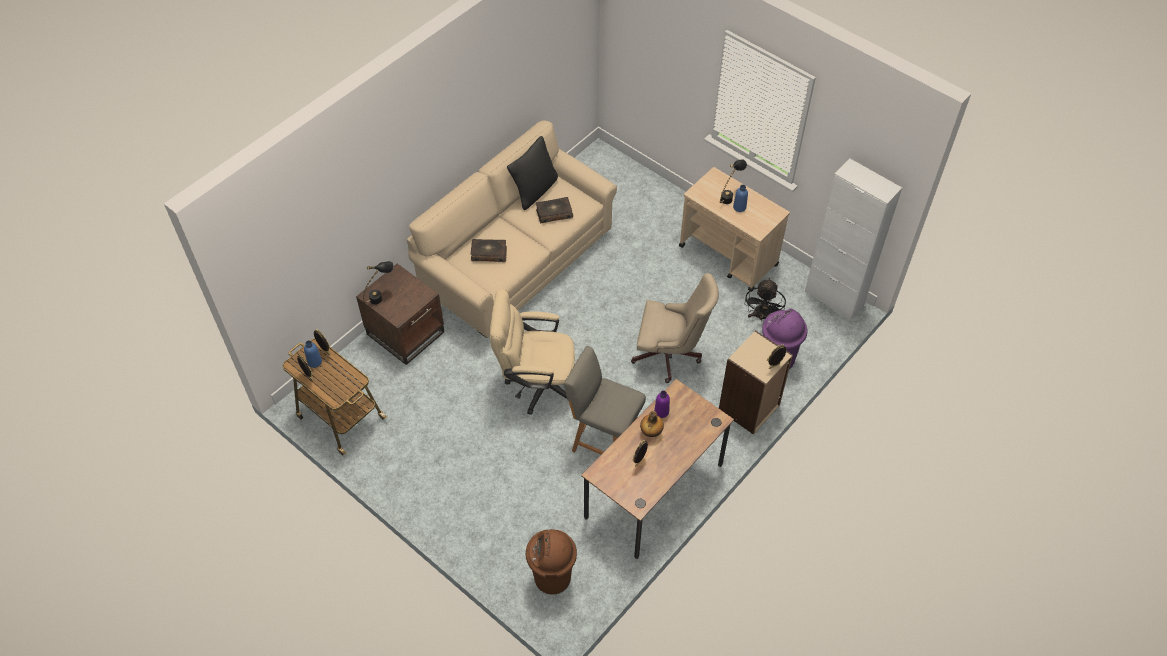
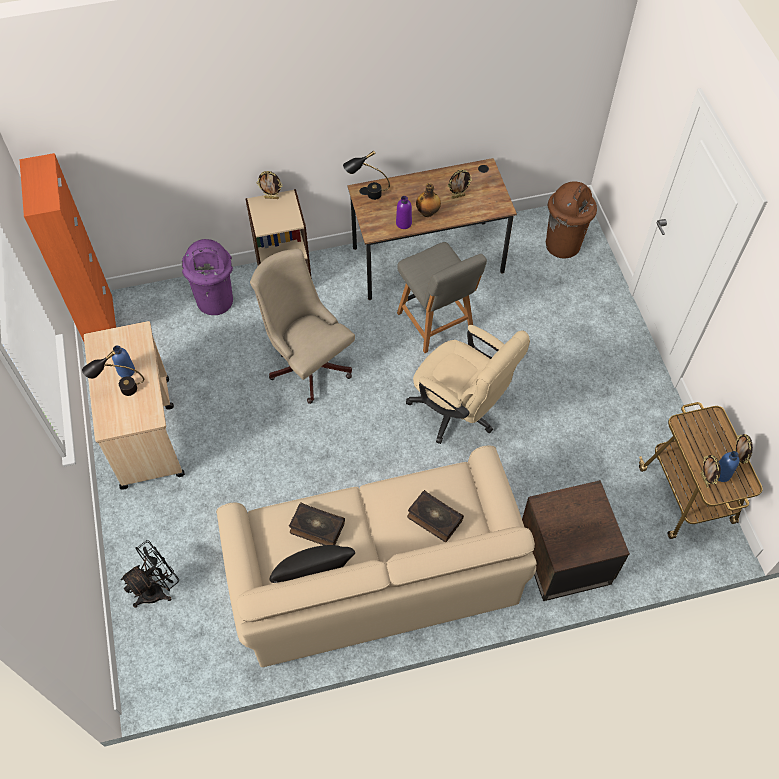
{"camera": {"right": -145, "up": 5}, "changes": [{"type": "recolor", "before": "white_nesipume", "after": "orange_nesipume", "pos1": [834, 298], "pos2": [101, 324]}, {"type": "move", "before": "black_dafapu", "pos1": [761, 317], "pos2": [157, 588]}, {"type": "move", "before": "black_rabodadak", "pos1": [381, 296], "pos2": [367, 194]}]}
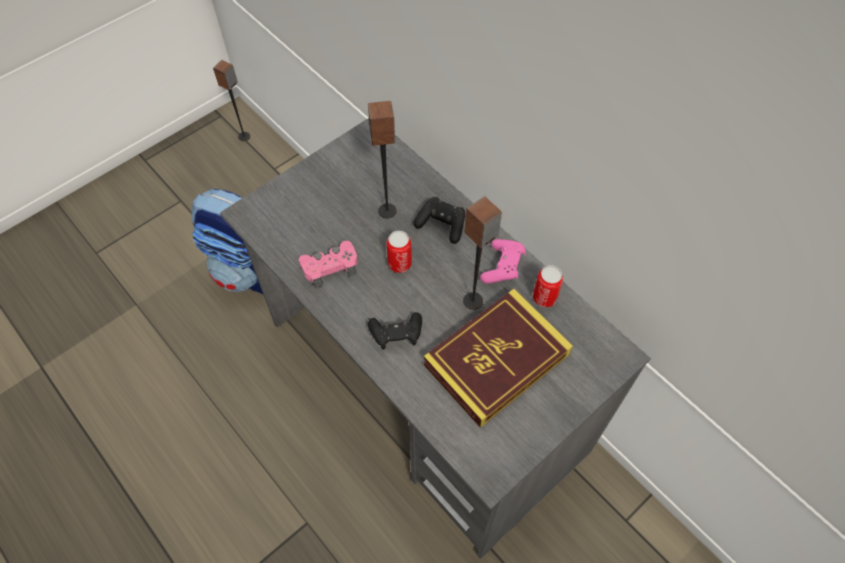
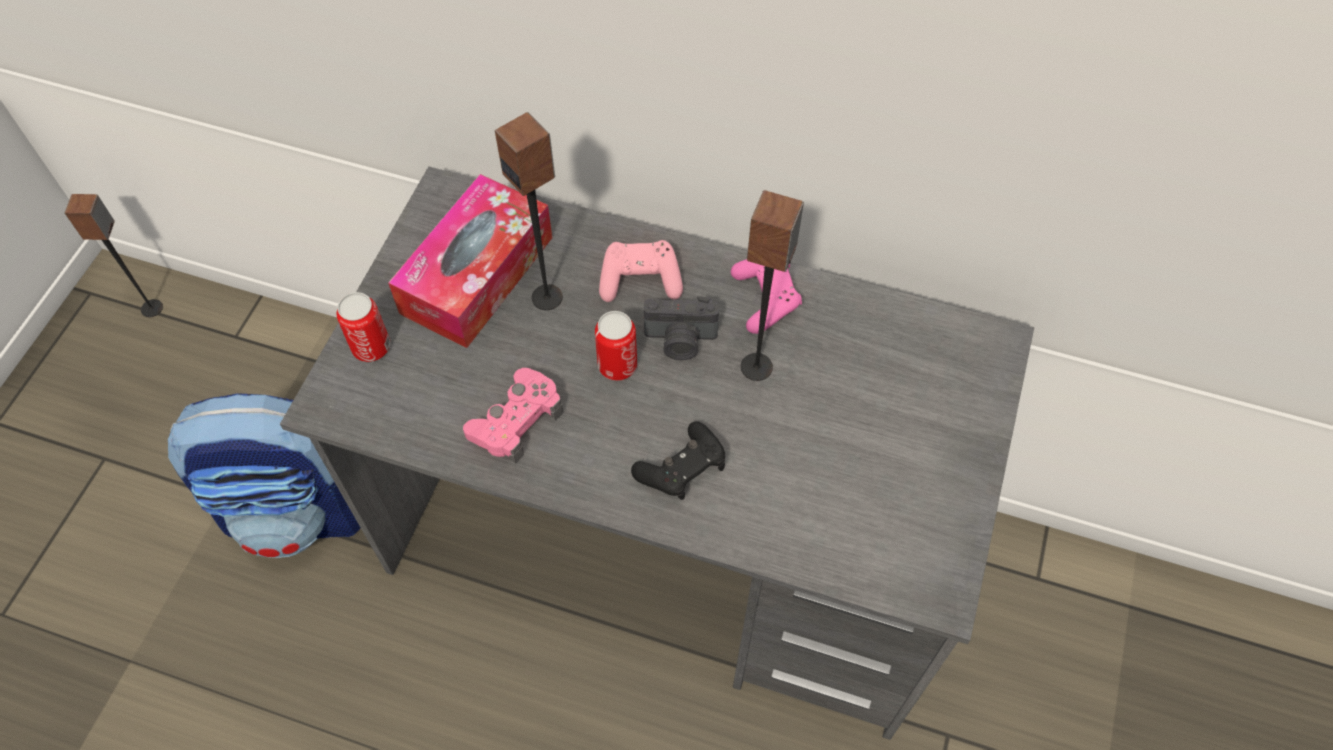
{"camera": {"right": -30, "up": 0}, "changes": [{"type": "move", "before": "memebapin", "pos1": [544, 297], "pos2": [371, 347]}, {"type": "insert", "after": "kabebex", "pos2": [477, 275]}, {"type": "recolor", "before": "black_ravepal", "after": "pink_ravepal", "pos1": [441, 225], "pos2": [640, 280]}, {"type": "insert", "after": "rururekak", "pos2": [680, 341]}, {"type": "delete", "before": "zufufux", "pos1": [496, 359]}]}
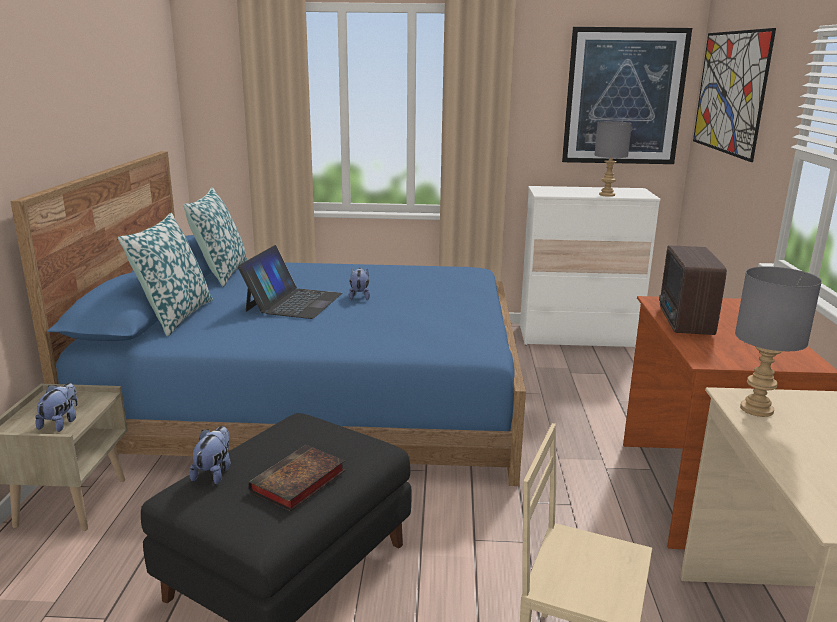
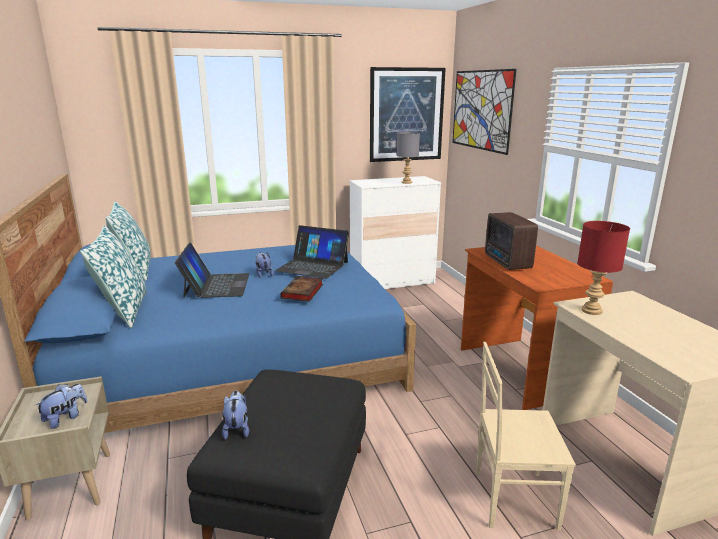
{"camera": {"right": -20, "up": 0}, "changes": [{"type": "rotate", "before": "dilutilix", "pos1": [61, 423], "pos2": [65, 418], "turn": 45}, {"type": "insert", "after": "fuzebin", "pos2": [312, 266]}, {"type": "move", "before": "zufufux", "pos1": [297, 483], "pos2": [302, 292]}, {"type": "recolor", "before": "grey_rabodadak", "after": "red_rabodadak", "pos1": [755, 409], "pos2": [591, 311]}]}
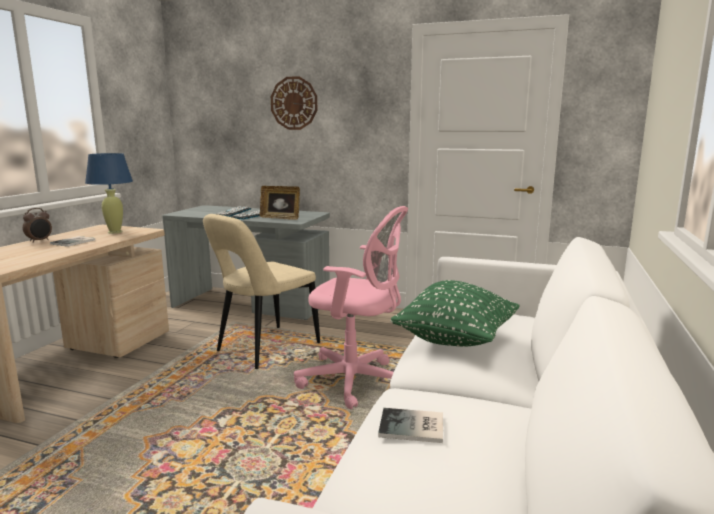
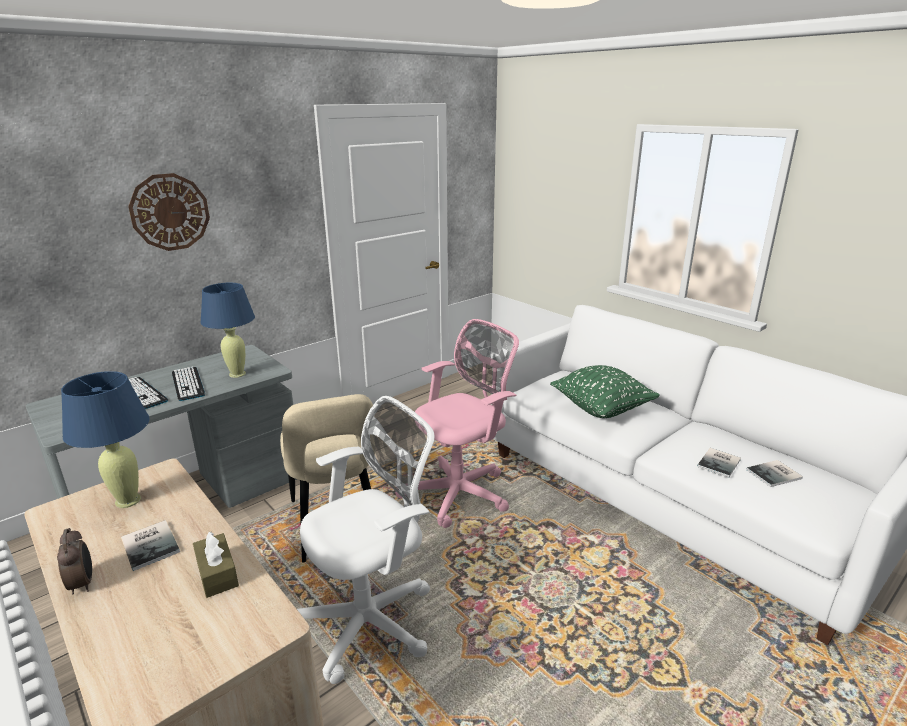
{"camera": {"right": -60, "up": 10}, "changes": [{"type": "insert", "after": "brown_kabebex", "pos2": [217, 573]}, {"type": "replace", "before": "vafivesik", "after": "blue_rabodadak", "pos1": [280, 218], "pos2": [237, 374]}, {"type": "insert", "after": "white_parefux", "pos2": [371, 620]}, {"type": "insert", "after": "zufufux", "pos2": [775, 474]}]}
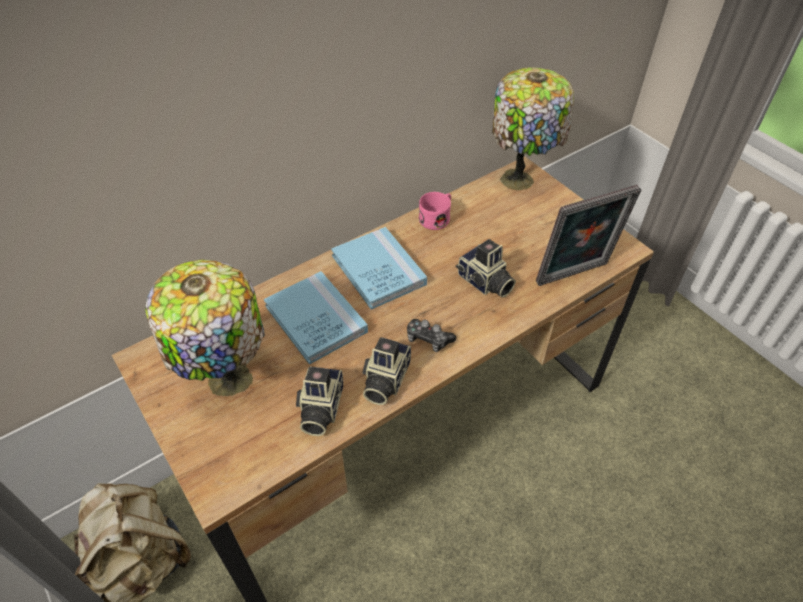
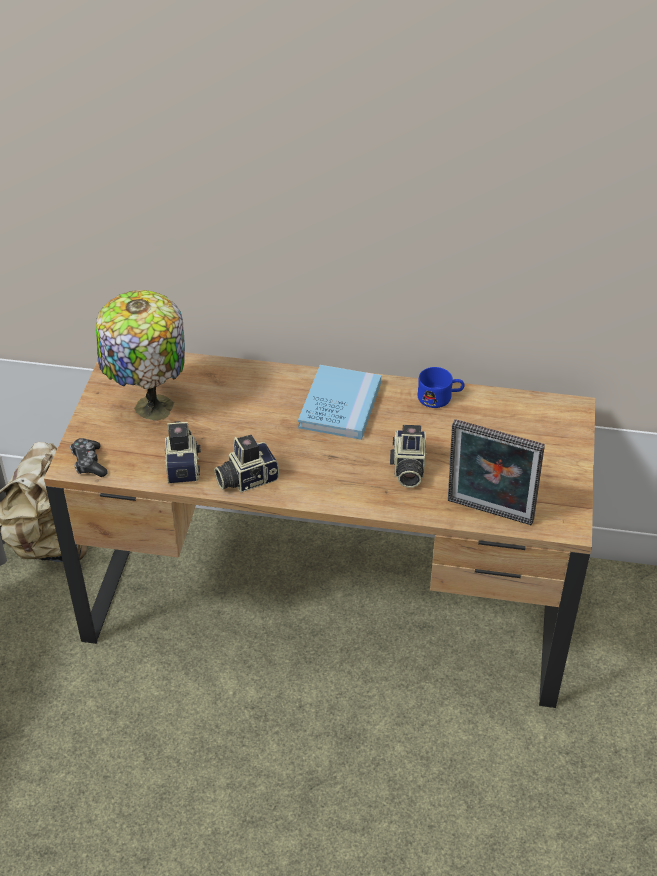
{"camera": {"right": 45, "up": -5}, "changes": [{"type": "move", "before": "ravepal", "pos1": [428, 339], "pos2": [89, 463]}, {"type": "rotate", "before": "rururekak", "pos1": [319, 409], "pos2": [184, 464], "turn": 120}, {"type": "recolor", "before": "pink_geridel", "after": "blue_geridel", "pos1": [437, 217], "pos2": [440, 397]}, {"type": "delete", "before": "blue_zufufux", "pos1": [316, 319]}, {"type": "delete", "before": "rabodadak", "pos1": [520, 179]}]}
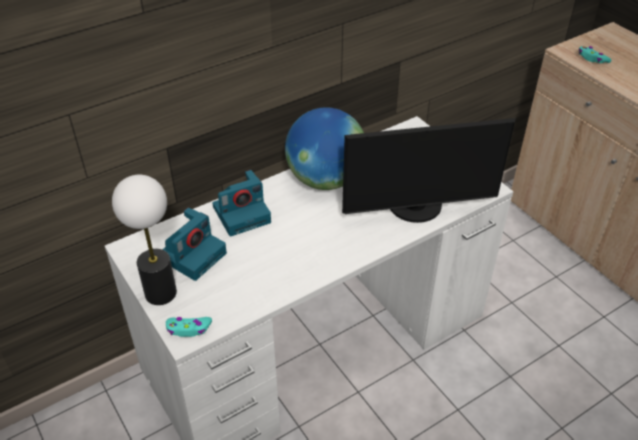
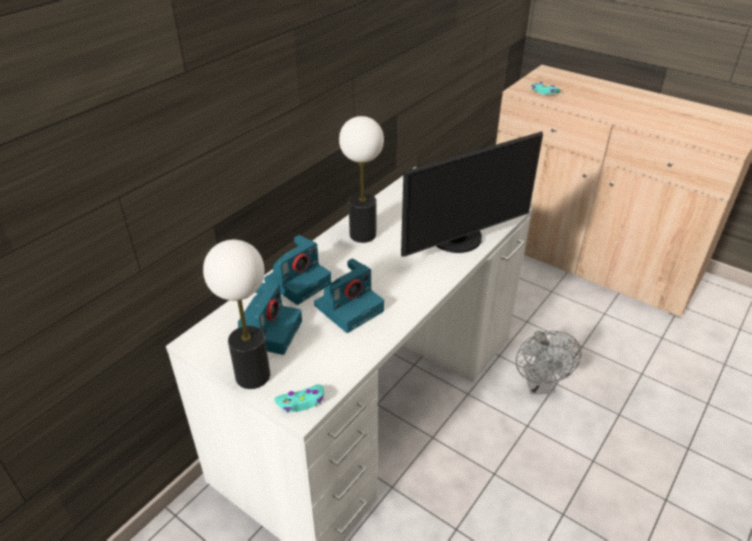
{"camera": {"right": -20, "up": -5}, "changes": [{"type": "insert", "after": "rururekak", "pos2": [349, 307]}, {"type": "replace", "before": "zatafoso", "after": "rabodadak", "pos1": [325, 179], "pos2": [362, 235]}, {"type": "insert", "after": "grey_dafapu", "pos2": [539, 386]}]}
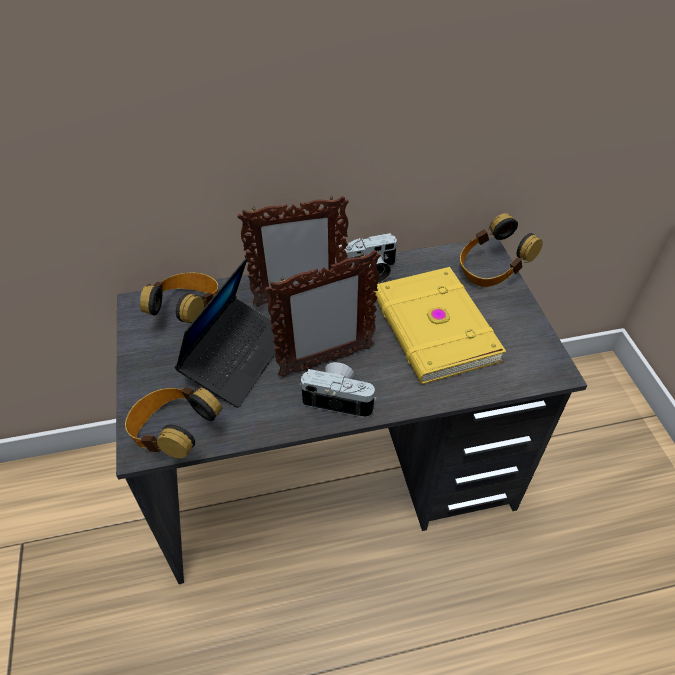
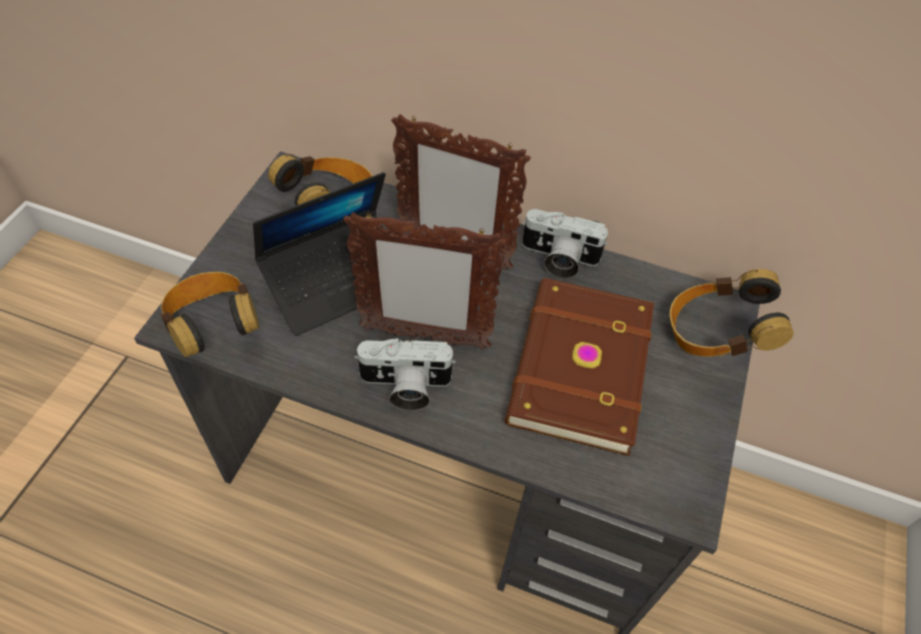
{"camera": {"right": 30, "up": 5}, "changes": [{"type": "rotate", "before": "rururekak", "pos1": [339, 398], "pos2": [404, 387], "turn": 135}, {"type": "recolor", "before": "yellow_zufufux", "after": "brown_zufufux", "pos1": [432, 329], "pos2": [576, 367]}]}
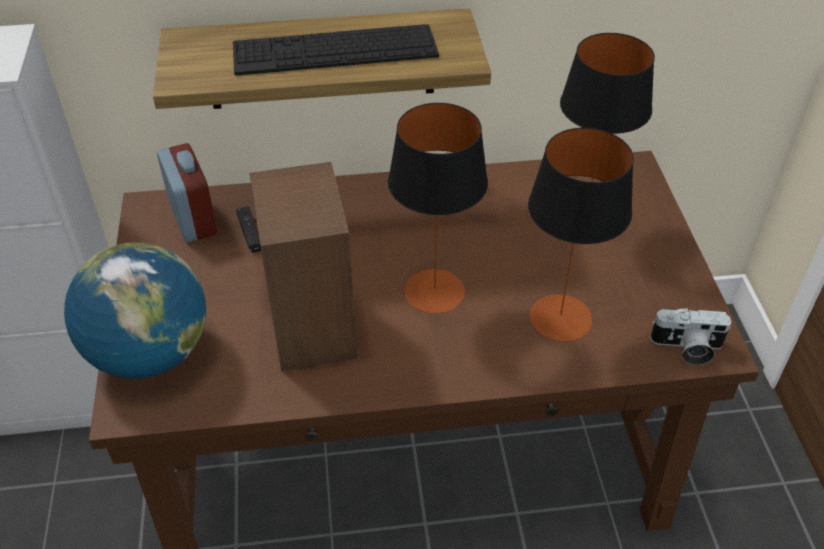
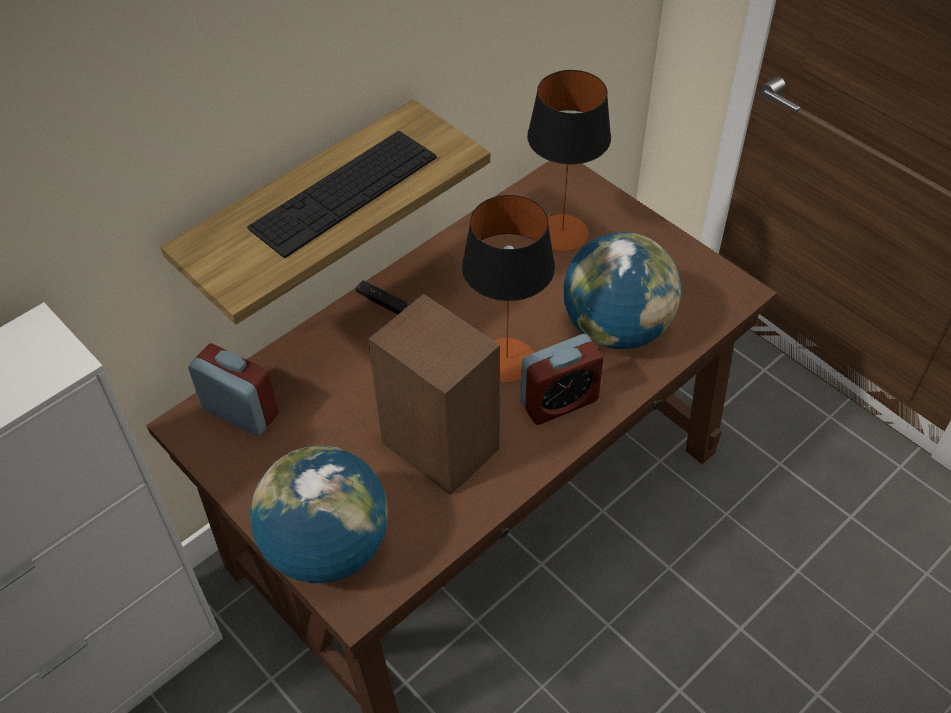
{"camera": {"right": -35, "up": 5}, "changes": [{"type": "move", "before": "black_ravepal", "pos1": [250, 234], "pos2": [381, 302]}, {"type": "insert", "after": "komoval", "pos2": [559, 402]}, {"type": "replace", "before": "rabodadak", "after": "zatafoso", "pos1": [560, 318], "pos2": [616, 328]}, {"type": "delete", "before": "rururekak", "pos1": [687, 348]}]}
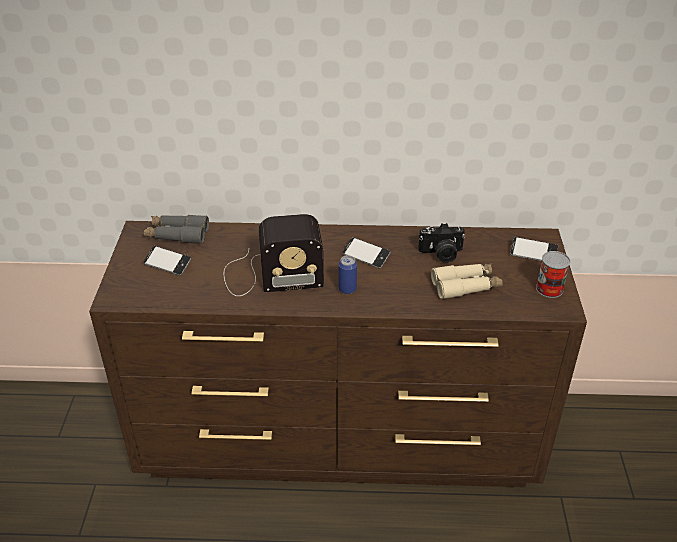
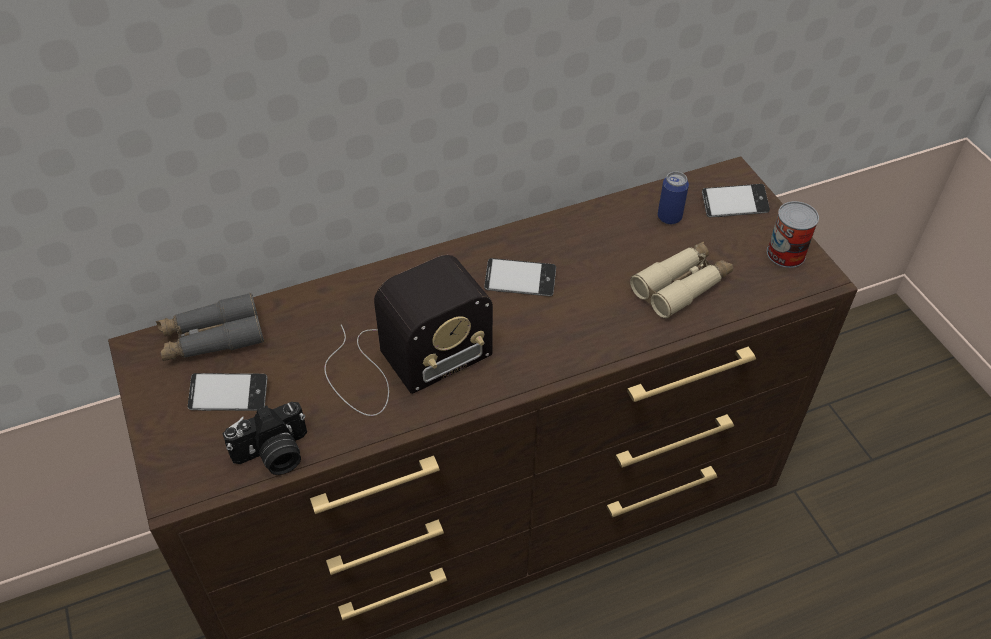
{"camera": {"right": -25, "up": 10}, "changes": [{"type": "move", "before": "rururekak", "pos1": [441, 254], "pos2": [274, 455]}, {"type": "move", "before": "memebapin", "pos1": [347, 289], "pos2": [669, 217]}]}
